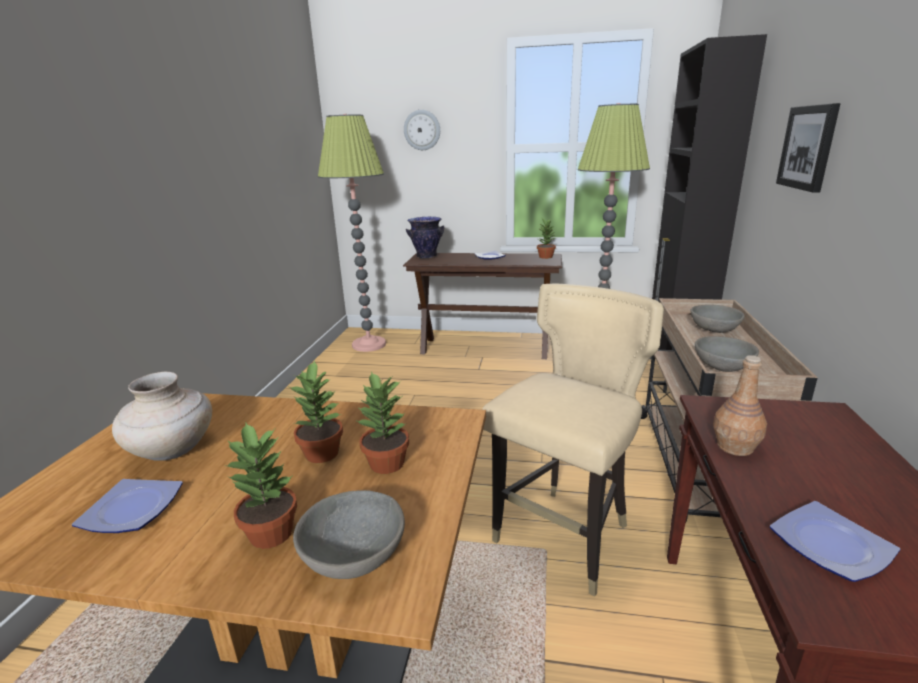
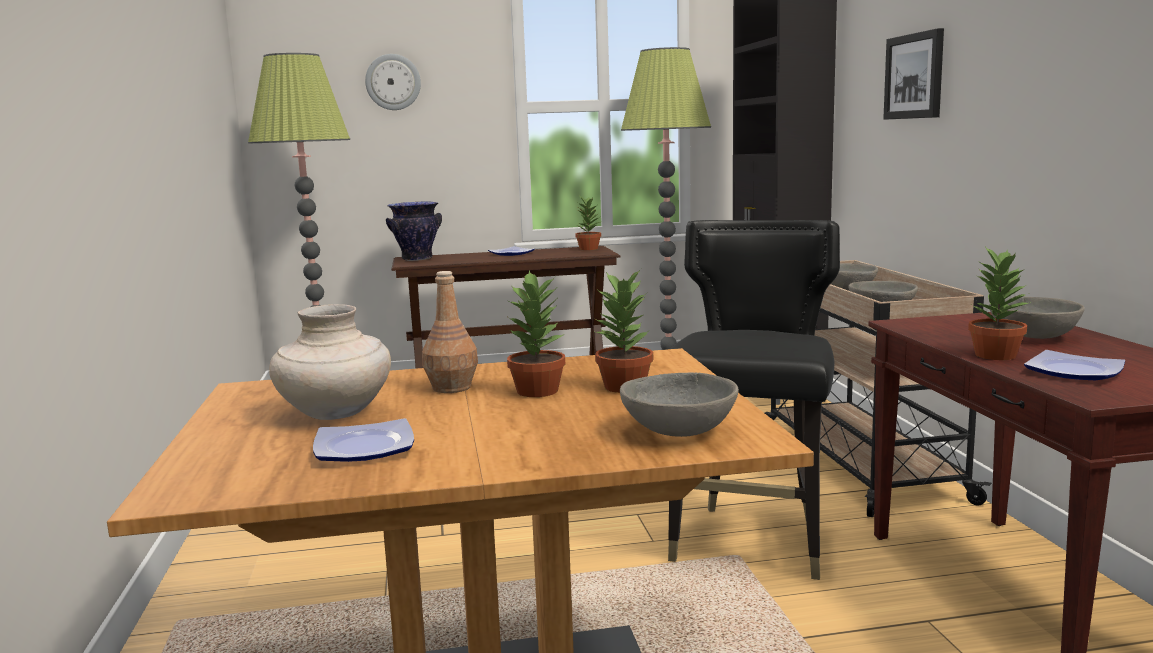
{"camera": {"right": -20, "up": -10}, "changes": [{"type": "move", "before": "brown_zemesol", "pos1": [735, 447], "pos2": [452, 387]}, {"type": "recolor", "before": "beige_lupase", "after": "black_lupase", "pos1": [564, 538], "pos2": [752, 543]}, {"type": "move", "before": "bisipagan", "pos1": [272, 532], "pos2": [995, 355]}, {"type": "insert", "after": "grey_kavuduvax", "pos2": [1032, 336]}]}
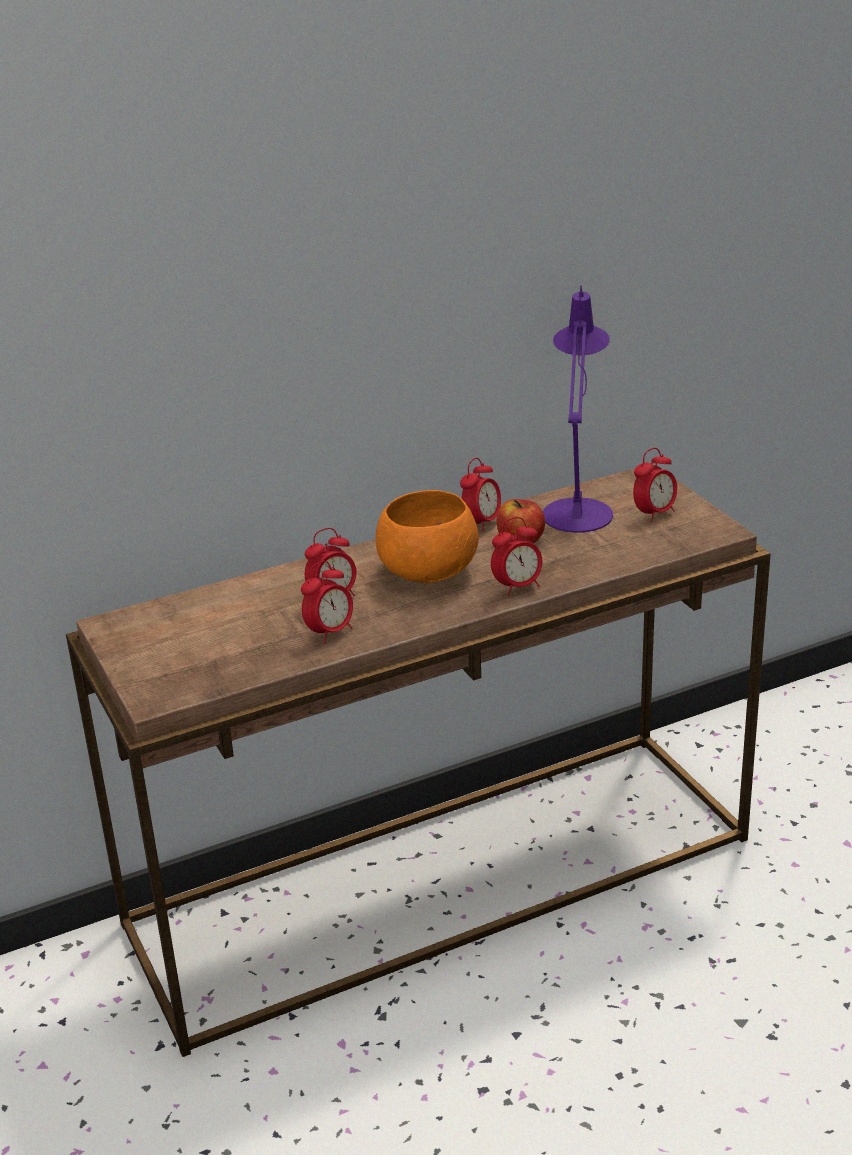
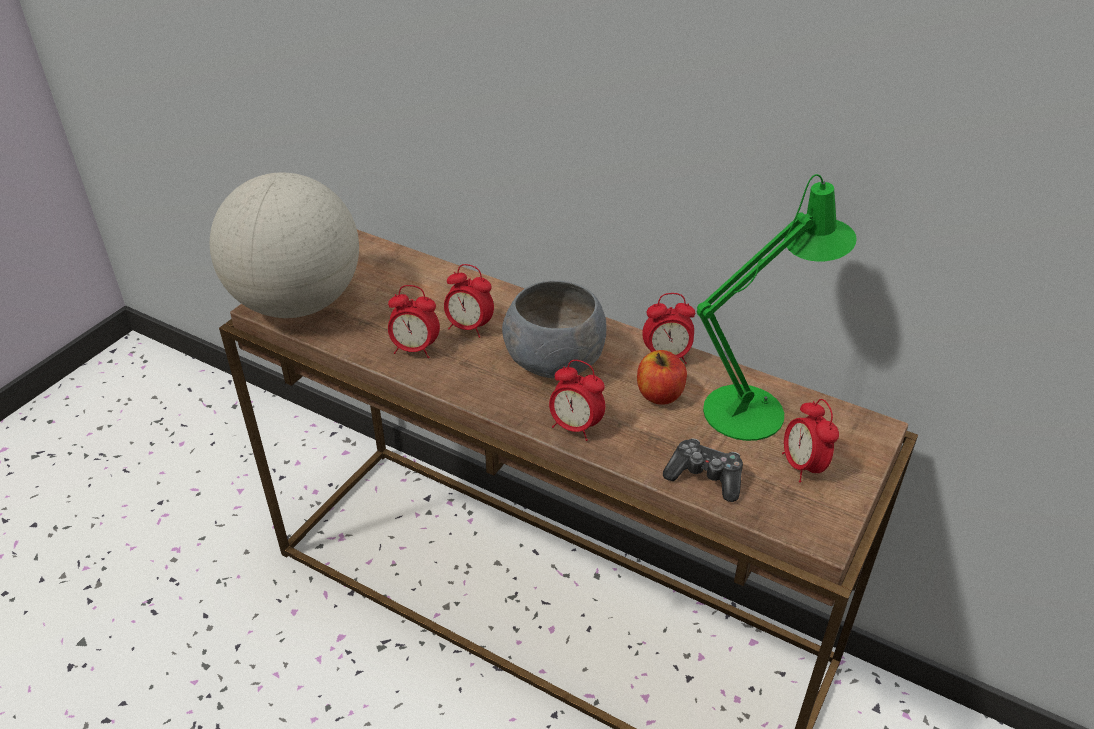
{"camera": {"right": 55, "up": 10}, "changes": [{"type": "insert", "after": "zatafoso", "pos2": [297, 303]}, {"type": "recolor", "before": "orange_kavuduvax", "after": "grey_kavuduvax", "pos1": [427, 571], "pos2": [554, 360]}, {"type": "insert", "after": "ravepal", "pos2": [705, 477]}, {"type": "recolor", "before": "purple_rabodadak", "after": "green_rabodadak", "pos1": [578, 510], "pos2": [754, 408]}, {"type": "rotate", "before": "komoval", "pos1": [654, 514], "pos2": [803, 466], "turn": 60}]}
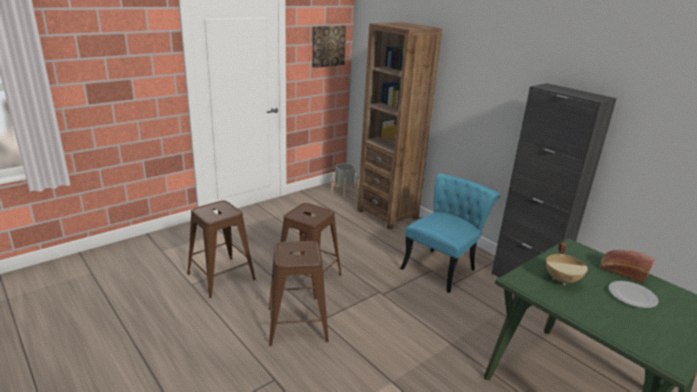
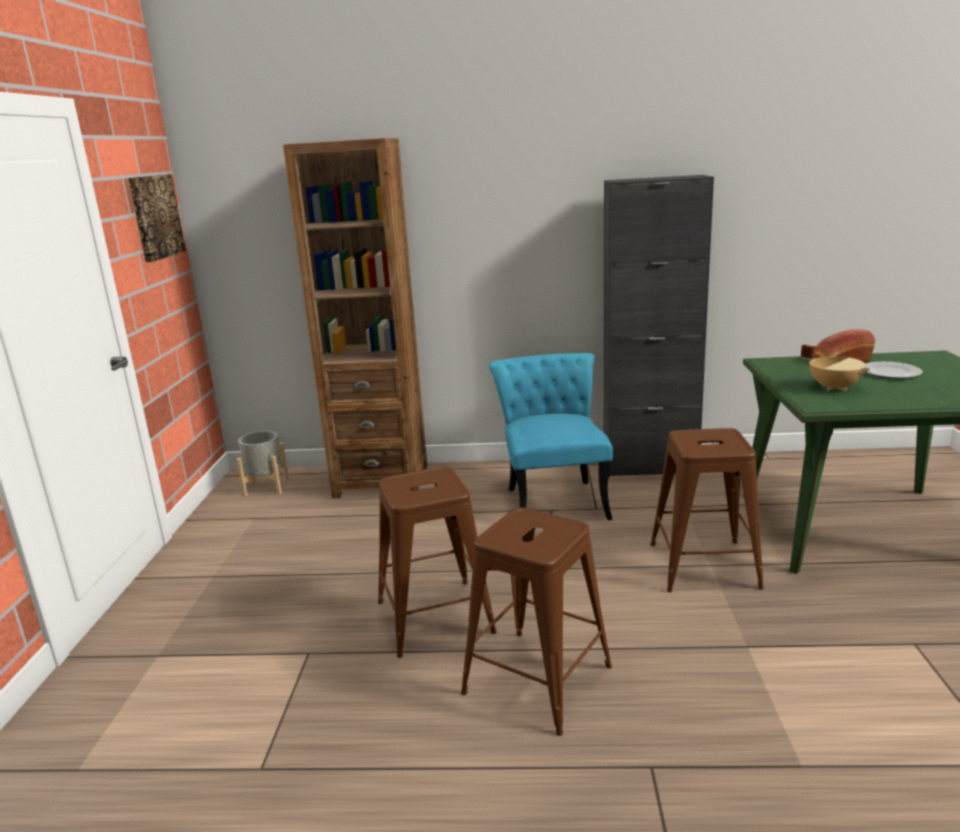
{"camera": {"right": -45, "up": -5}, "changes": [{"type": "move", "before": "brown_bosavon", "pos1": [221, 277], "pos2": [703, 566]}]}
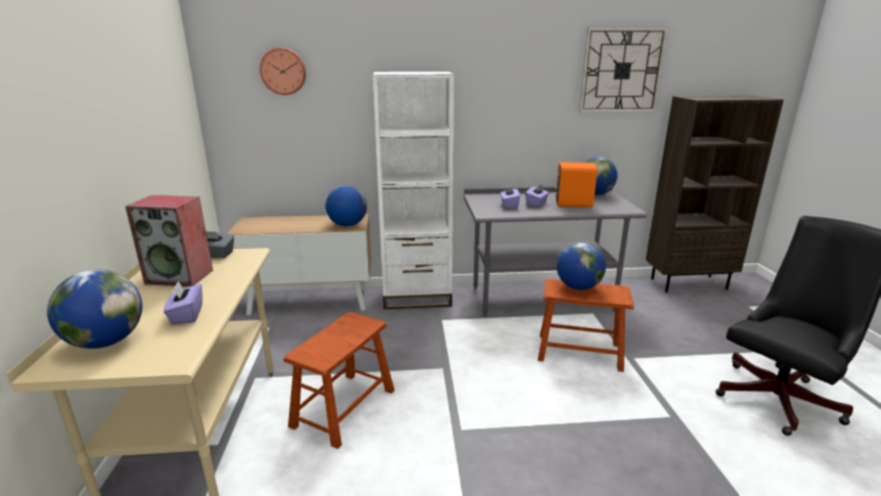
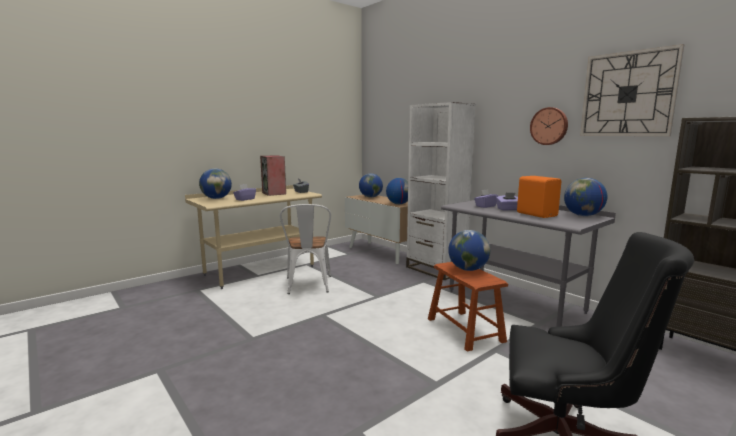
{"camera": {"right": 55, "up": -10}, "changes": [{"type": "replace", "before": "brown_bosavon", "after": "white_lupase", "pos1": [344, 407], "pos2": [308, 286]}, {"type": "insert", "after": "zatafoso", "pos2": [370, 197]}, {"type": "move", "before": "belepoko", "pos1": [283, 71], "pos2": [549, 126]}]}
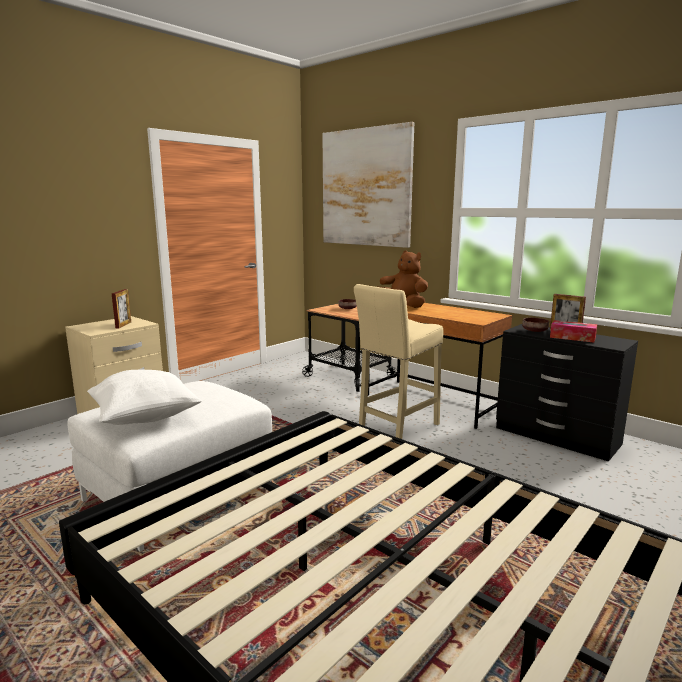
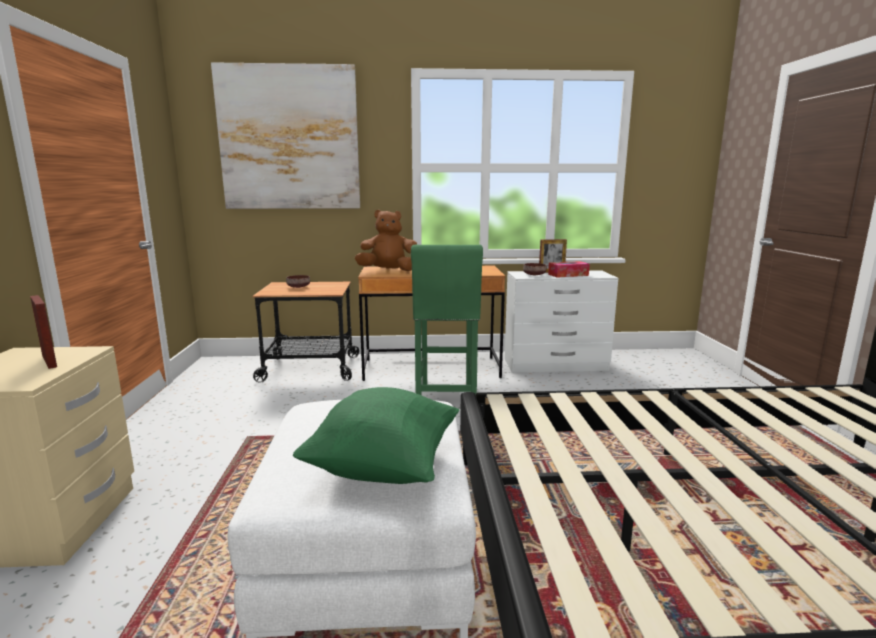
{"camera": {"right": -45, "up": 0}, "changes": [{"type": "recolor", "before": "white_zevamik", "after": "green_zevamik", "pos1": [144, 419], "pos2": [385, 466]}, {"type": "recolor", "before": "beige_bosavon", "after": "green_bosavon", "pos1": [396, 428], "pos2": [446, 399]}, {"type": "recolor", "before": "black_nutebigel", "after": "white_nutebigel", "pos1": [557, 436], "pos2": [556, 365]}]}
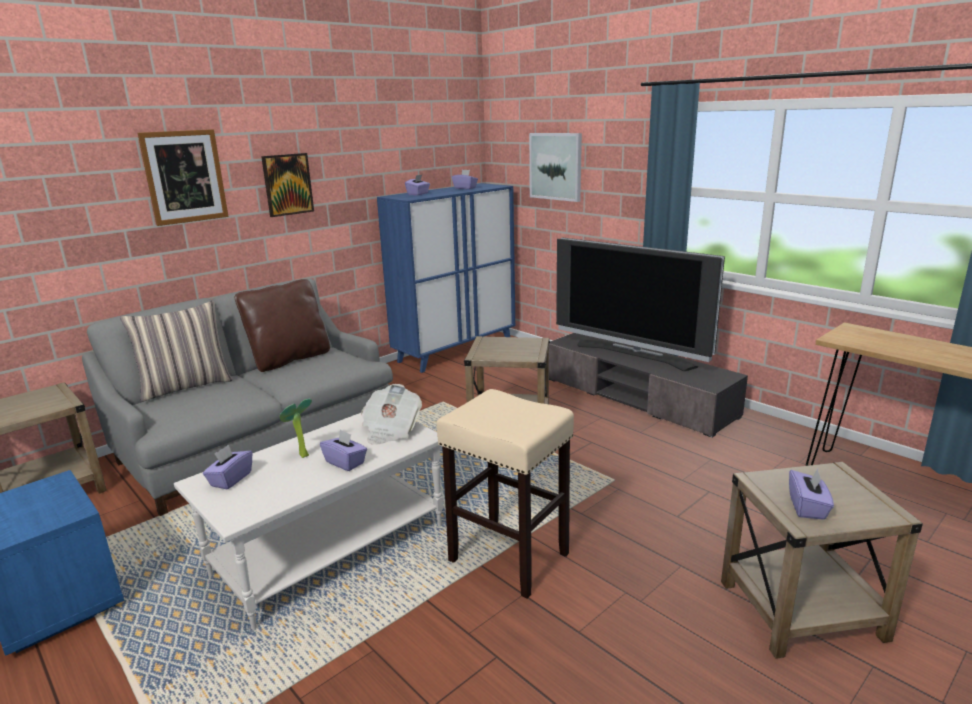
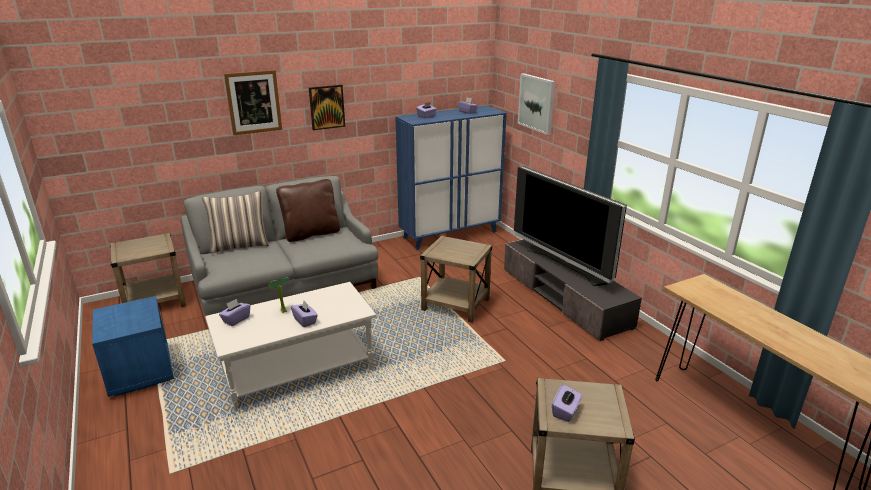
{"camera": {"right": 15, "up": 5}, "changes": [{"type": "delete", "before": "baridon", "pos1": [390, 430]}, {"type": "delete", "before": "beige_bosavon", "pos1": [507, 557]}]}
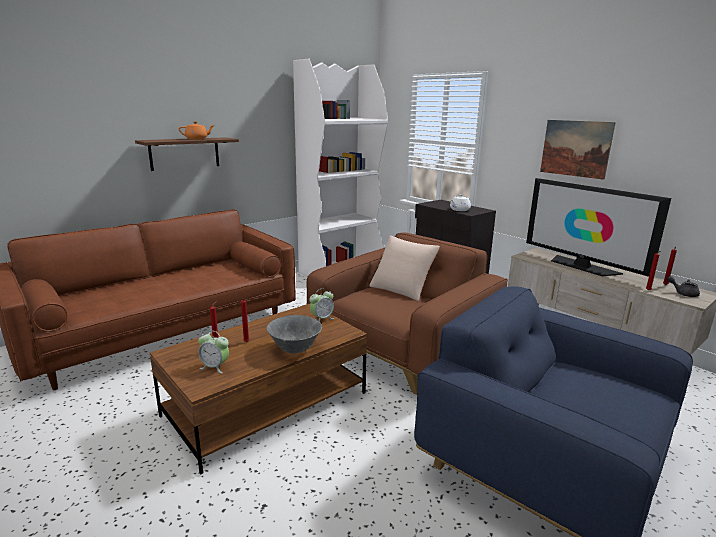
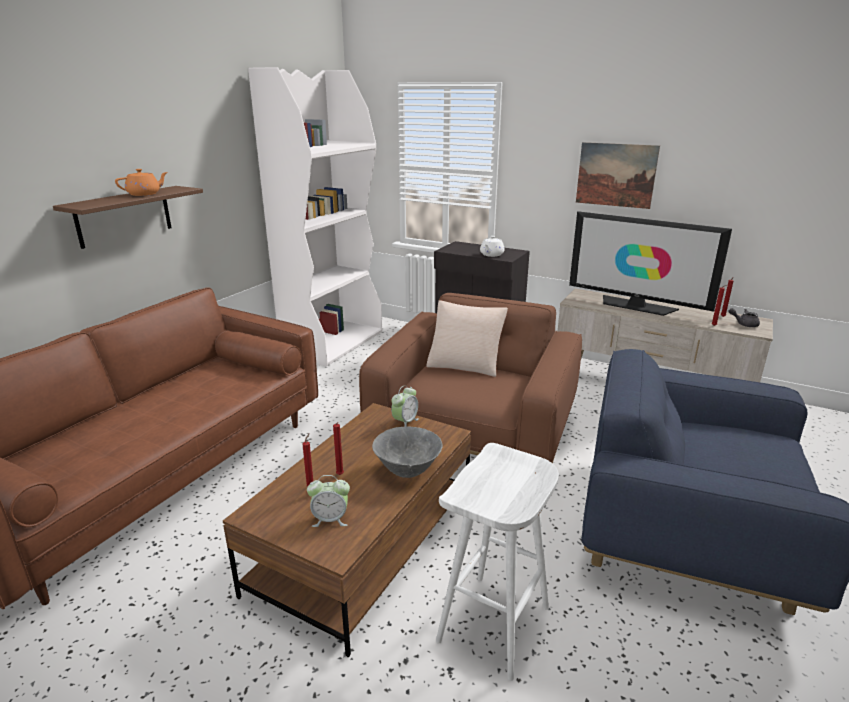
{"camera": {"right": -20, "up": 5}, "changes": [{"type": "insert", "after": "white_bosavon", "pos2": [494, 625]}]}
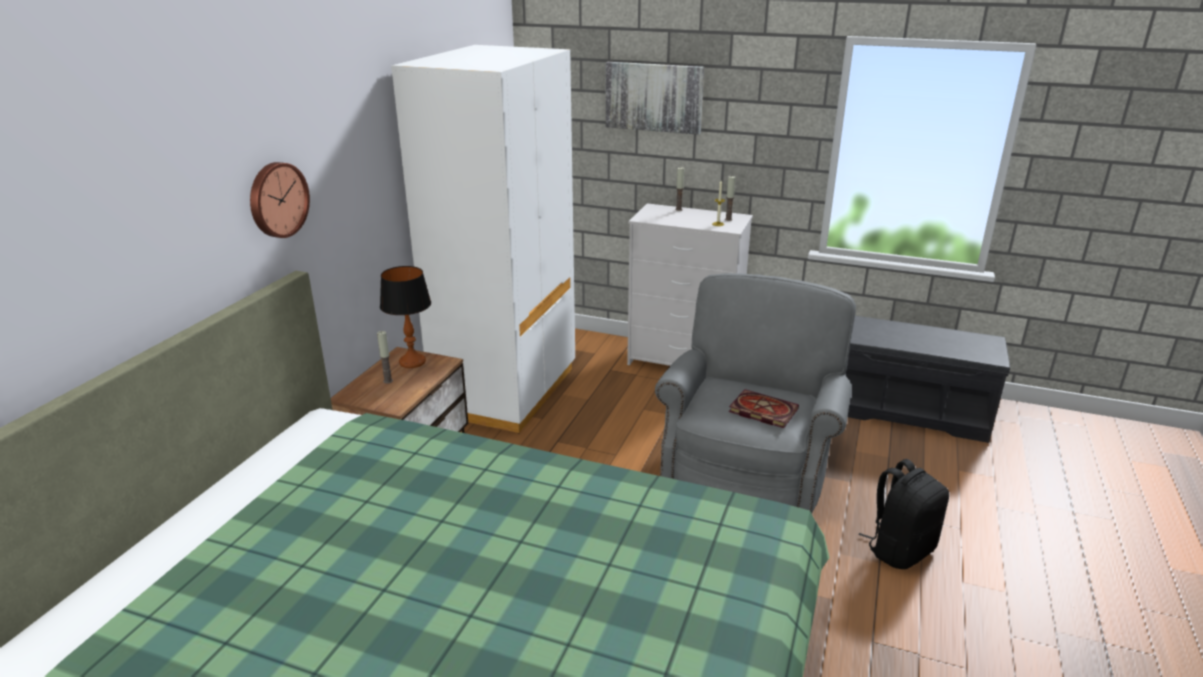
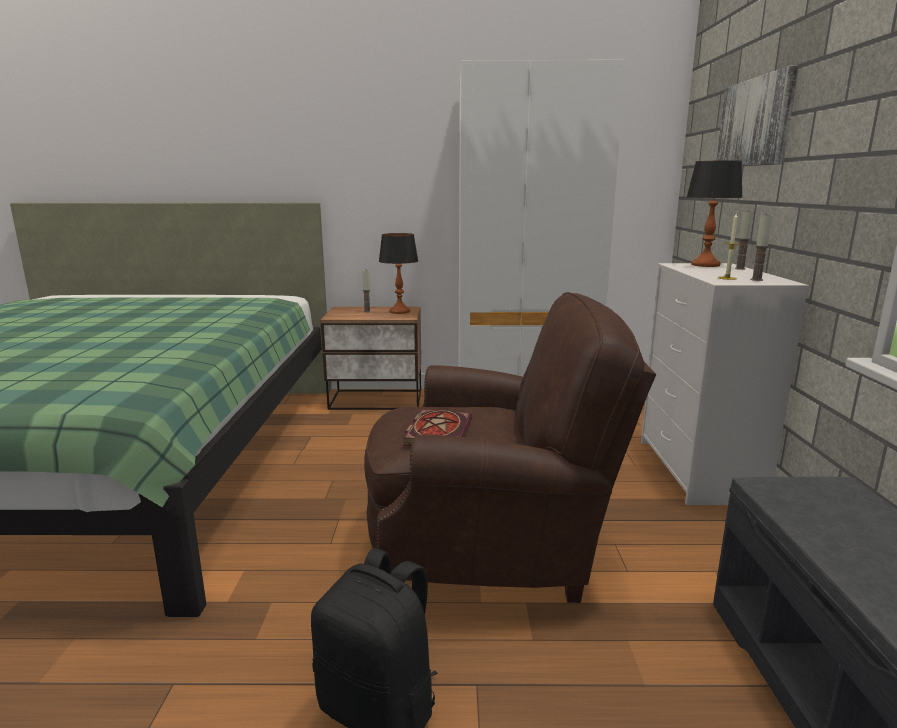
{"camera": {"right": 70, "up": -10}, "changes": [{"type": "recolor", "before": "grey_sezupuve", "after": "brown_sezupuve", "pos1": [749, 471], "pos2": [493, 544]}, {"type": "insert", "after": "rabodadak", "pos2": [705, 265]}, {"type": "delete", "before": "belepoko", "pos1": [277, 199]}]}
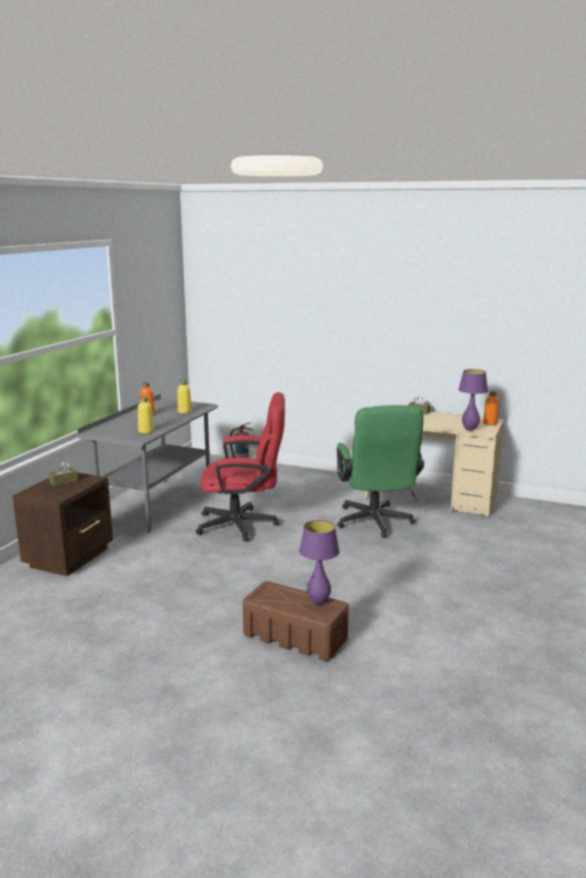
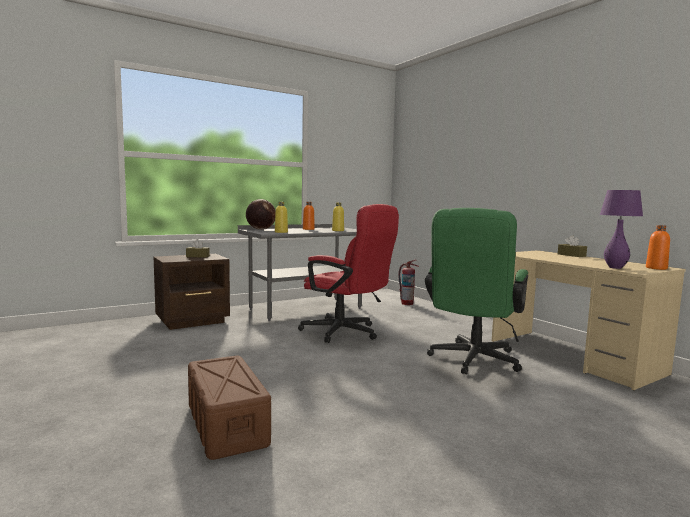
{"camera": {"right": 35, "up": -10}, "changes": [{"type": "insert", "after": "zatafoso", "pos2": [260, 229]}, {"type": "delete", "before": "purple_rabodadak", "pos1": [318, 602]}]}
